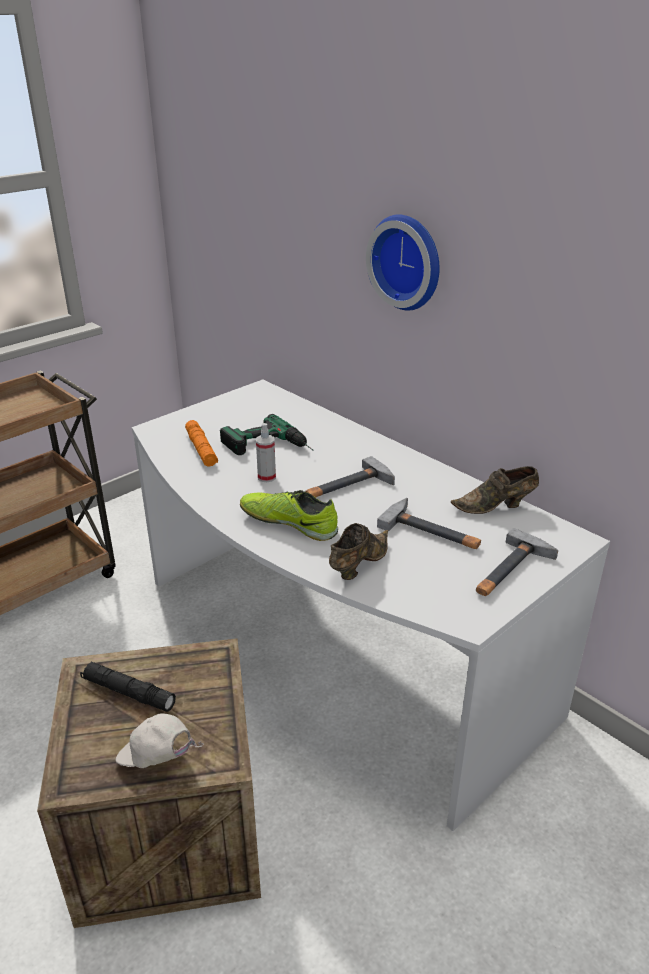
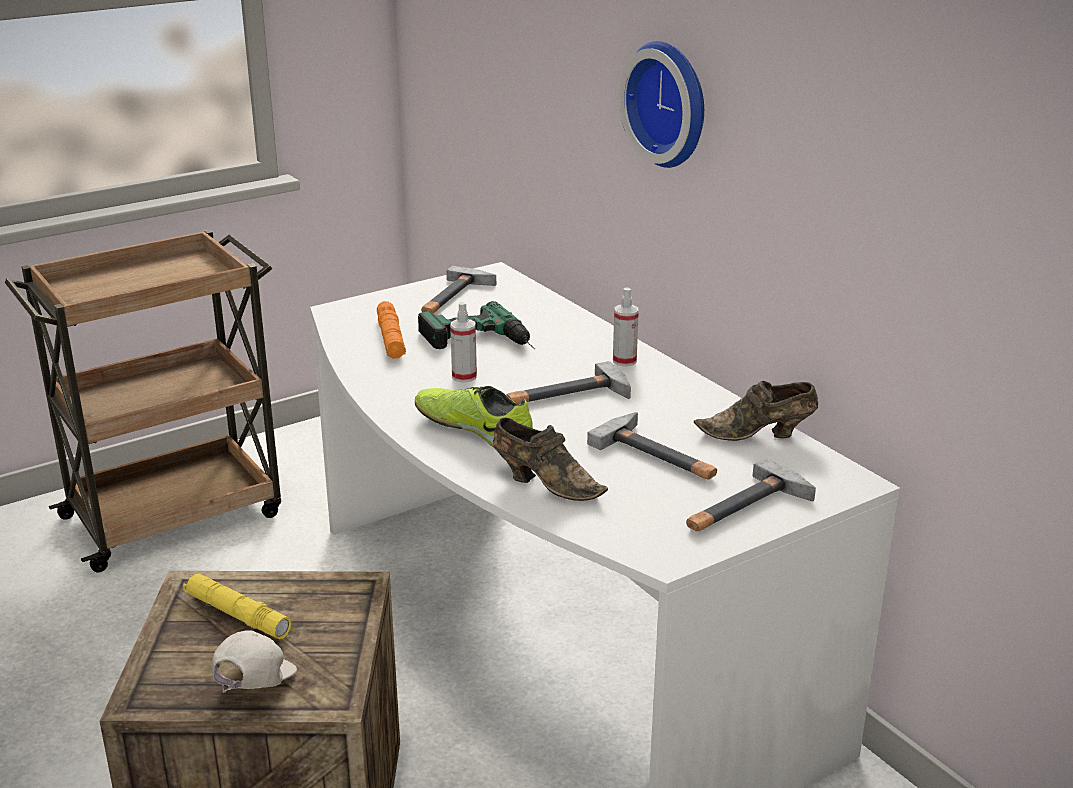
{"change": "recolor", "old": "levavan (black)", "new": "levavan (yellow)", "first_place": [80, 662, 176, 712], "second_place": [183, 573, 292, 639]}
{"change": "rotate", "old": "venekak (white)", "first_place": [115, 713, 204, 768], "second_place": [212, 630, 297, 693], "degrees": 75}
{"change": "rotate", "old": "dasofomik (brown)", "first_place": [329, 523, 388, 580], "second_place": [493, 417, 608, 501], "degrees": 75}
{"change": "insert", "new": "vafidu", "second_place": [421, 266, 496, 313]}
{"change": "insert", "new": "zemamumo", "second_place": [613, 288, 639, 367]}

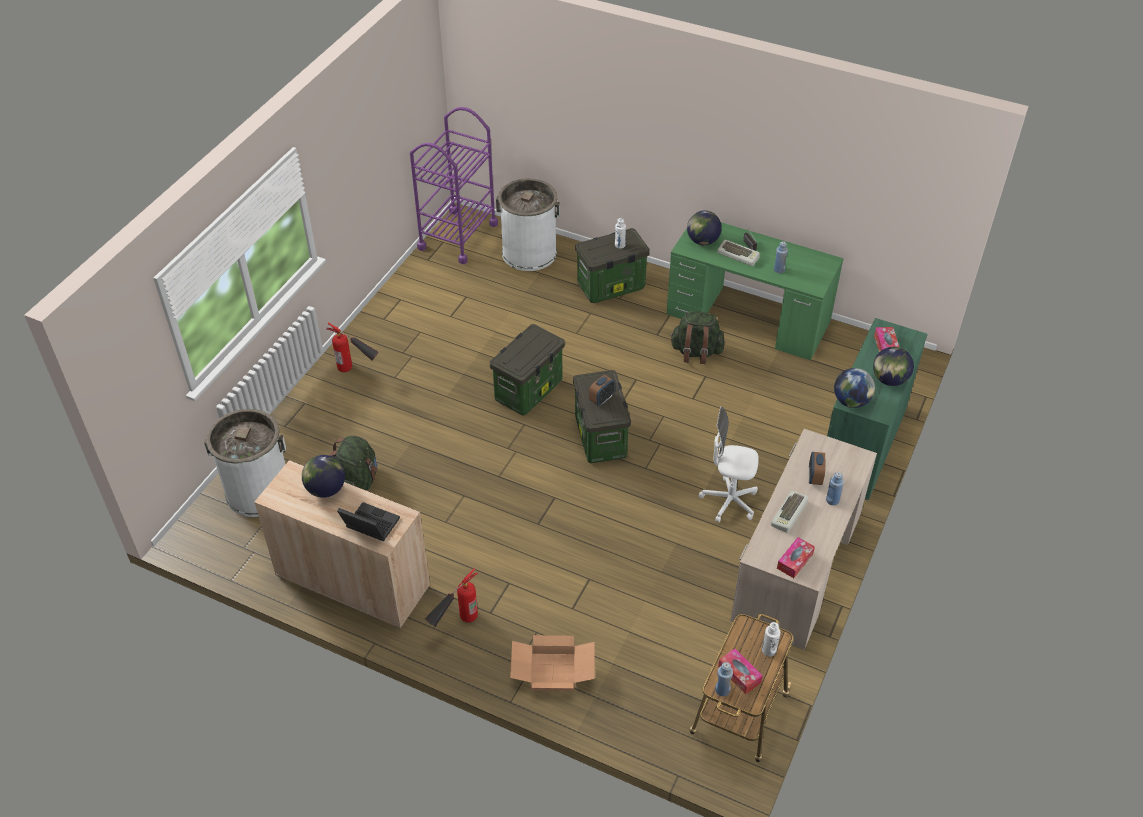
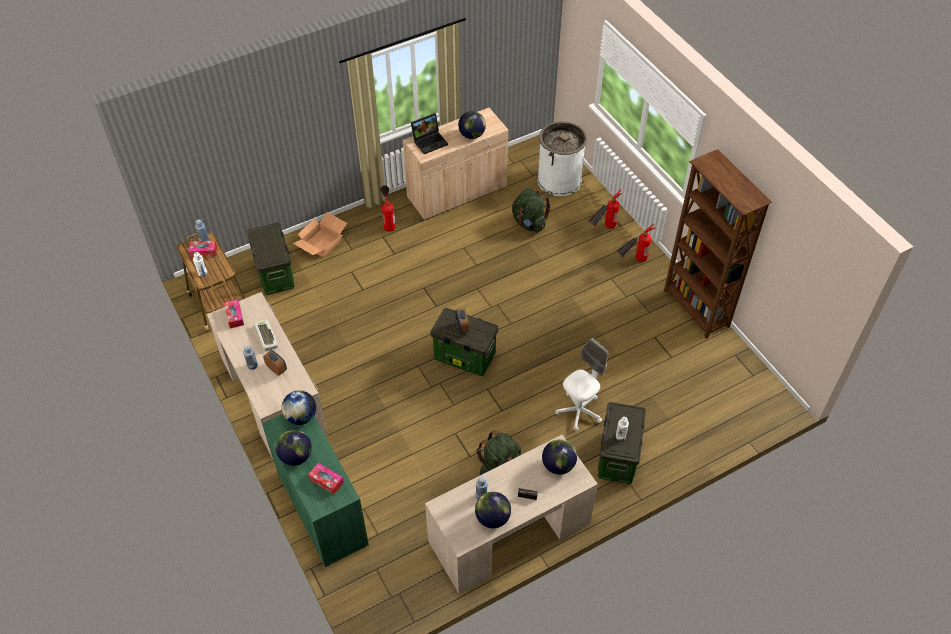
{"change": "delete", "old": "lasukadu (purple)", "first_place": [410, 107, 498, 264]}
{"change": "move", "old": "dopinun", "first_place": [490, 324, 565, 416], "second_place": [247, 223, 295, 295]}
{"change": "delete", "old": "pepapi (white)", "first_place": [496, 178, 560, 271]}
{"change": "recolor", "old": "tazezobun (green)", "new": "tazezobun (beige)", "first_place": [667, 223, 844, 360], "second_place": [425, 435, 598, 594]}
{"change": "move", "old": "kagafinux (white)", "first_place": [699, 407, 759, 522], "second_place": [555, 338, 608, 431]}
{"change": "delete", "old": "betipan", "first_place": [717, 240, 760, 266]}
{"change": "insert", "new": "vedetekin", "second_place": [475, 492, 511, 528]}
{"change": "insert", "new": "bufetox", "second_place": [588, 189, 621, 229]}
{"change": "insert", "new": "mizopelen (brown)", "second_place": [664, 149, 772, 339]}

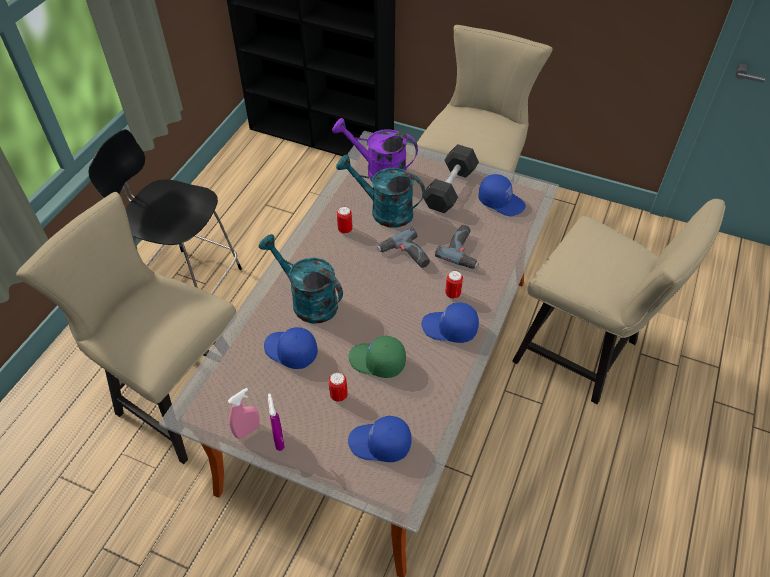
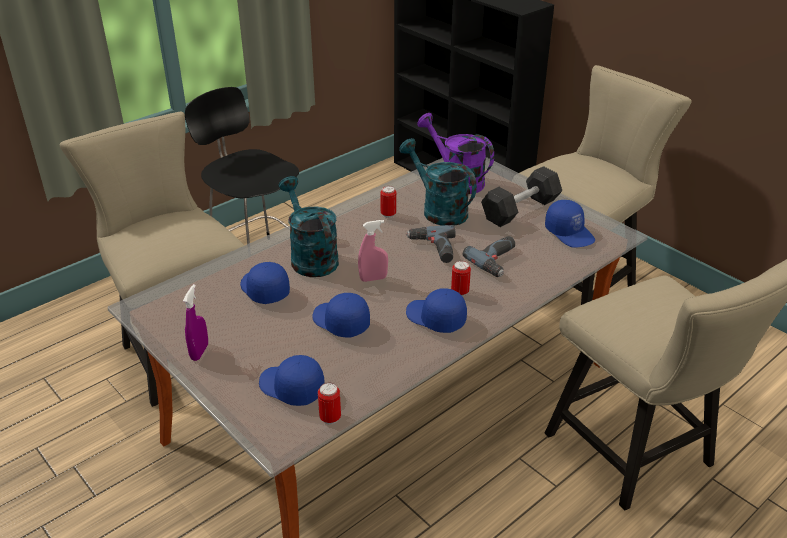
{"change": "move", "old": "zemamumo (pink)", "first_place": [228, 388, 260, 439], "second_place": [358, 220, 388, 282]}
{"change": "move", "old": "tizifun", "first_place": [329, 372, 348, 402], "second_place": [318, 383, 341, 425]}
{"change": "recolor", "old": "venekak (green)", "new": "venekak (blue)", "first_place": [349, 336, 406, 378], "second_place": [312, 293, 370, 338]}

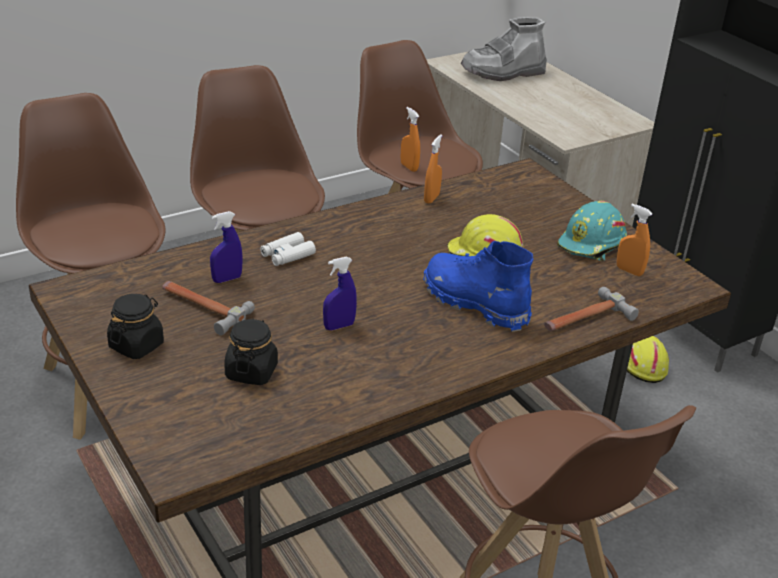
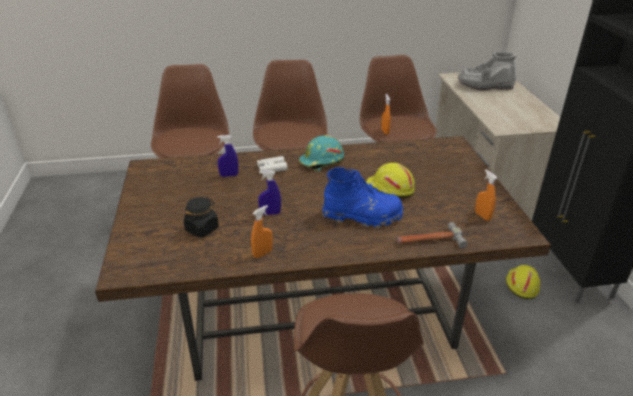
{"change": "delete", "old": "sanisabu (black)", "first_place": [107, 294, 164, 359]}
{"change": "delete", "old": "vafidu", "first_place": [162, 281, 255, 336]}
{"change": "rotate", "old": "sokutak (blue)", "first_place": [423, 241, 534, 332], "second_place": [322, 167, 403, 228], "degrees": 120}
{"change": "move", "old": "zemamumo (orange)", "first_place": [424, 134, 442, 204], "second_place": [251, 205, 273, 258]}
{"change": "move", "old": "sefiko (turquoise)", "first_place": [557, 201, 627, 261], "second_place": [299, 135, 344, 171]}

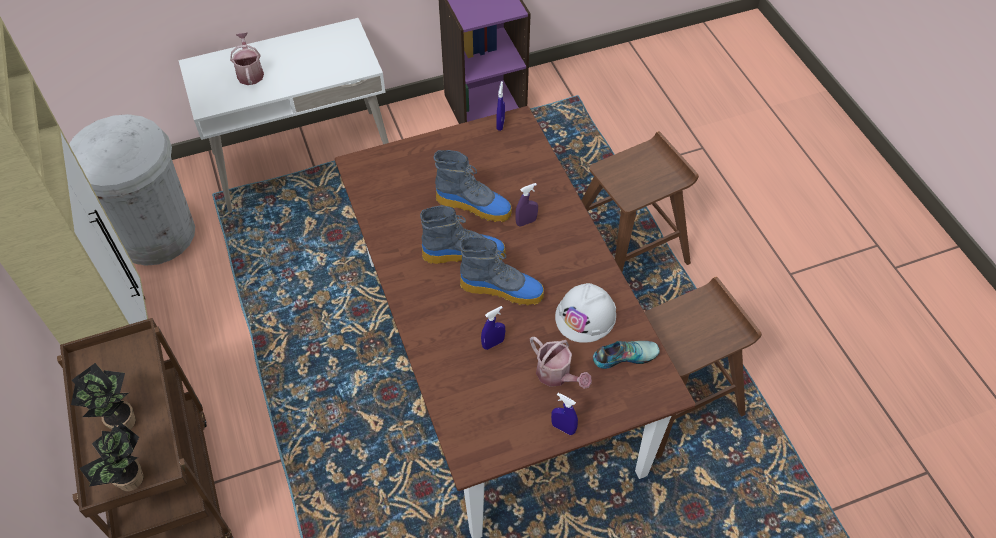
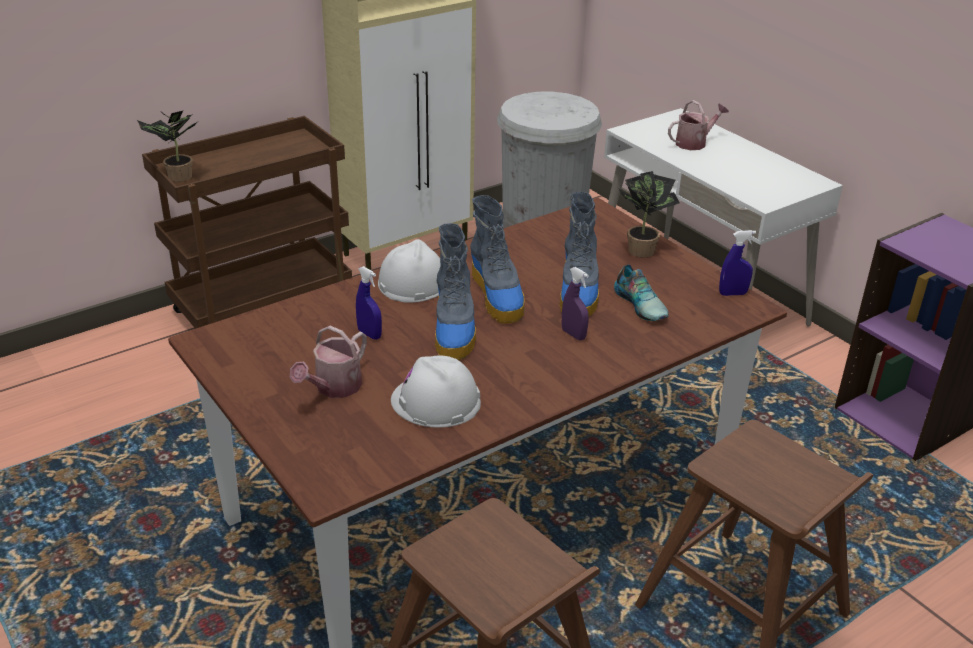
{"change": "move", "old": "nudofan", "first_place": [71, 363, 136, 430], "second_place": [618, 171, 680, 258]}
{"change": "delete", "old": "zemamumo (blue)", "first_place": [551, 393, 578, 435]}
{"change": "move", "old": "dasofomik", "first_place": [593, 341, 660, 369], "second_place": [614, 265, 668, 321]}
{"change": "insert", "new": "sefiko (white)", "second_place": [378, 239, 440, 303]}

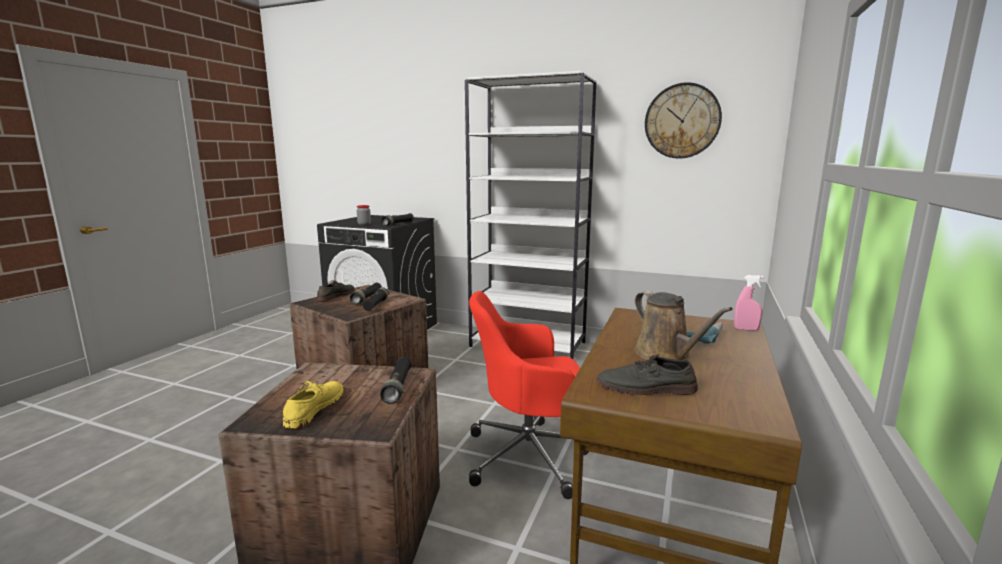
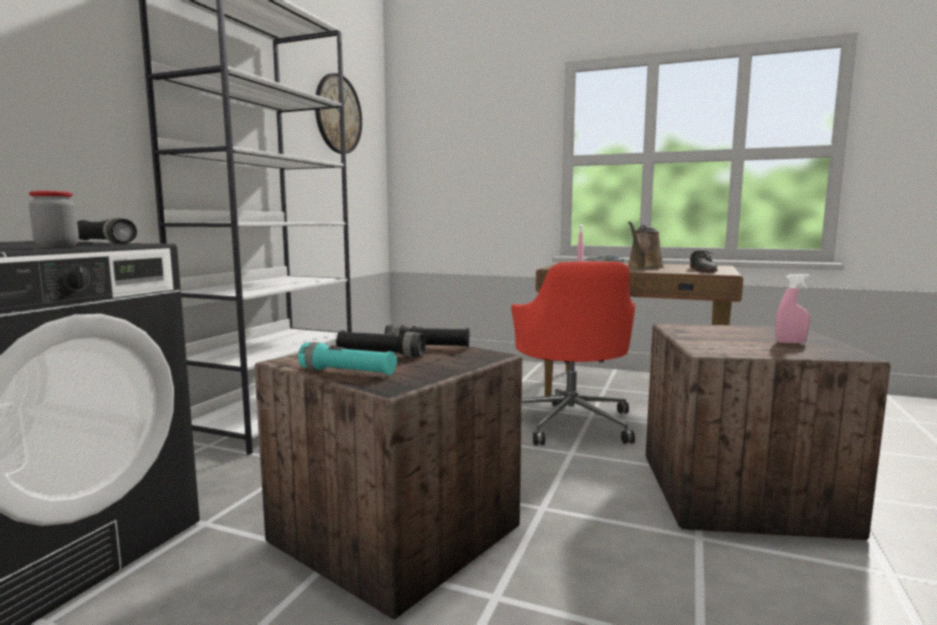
{"change": "replace", "old": "dasofomik (yellow)", "new": "zemamumo (pink)", "first_place": [283, 381, 344, 430], "second_place": [775, 274, 810, 344]}
{"change": "replace", "old": "dasofomik (grey)", "new": "levavan (turquoise)", "first_place": [317, 280, 355, 302], "second_place": [298, 342, 397, 375]}
{"change": "delete", "old": "levavan (black)", "first_place": [380, 357, 412, 404]}
{"change": "rotate", "old": "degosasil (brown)", "first_place": [634, 291, 733, 360], "second_place": [628, 221, 664, 269], "degrees": 150}

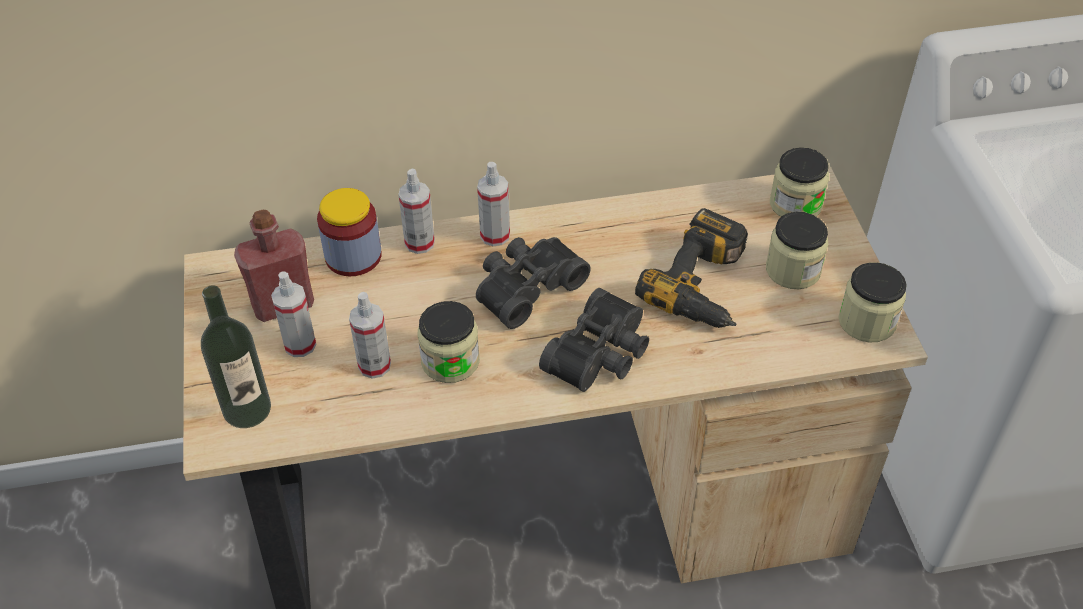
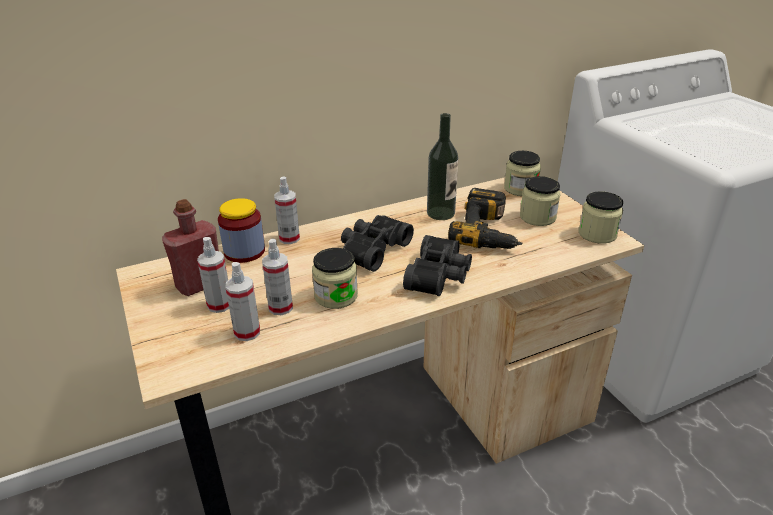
{"change": "move", "old": "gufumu", "first_place": [201, 285, 271, 428], "second_place": [427, 113, 459, 220]}
{"change": "move", "old": "zemamumo", "first_place": [477, 162, 510, 246], "second_place": [225, 262, 260, 341]}

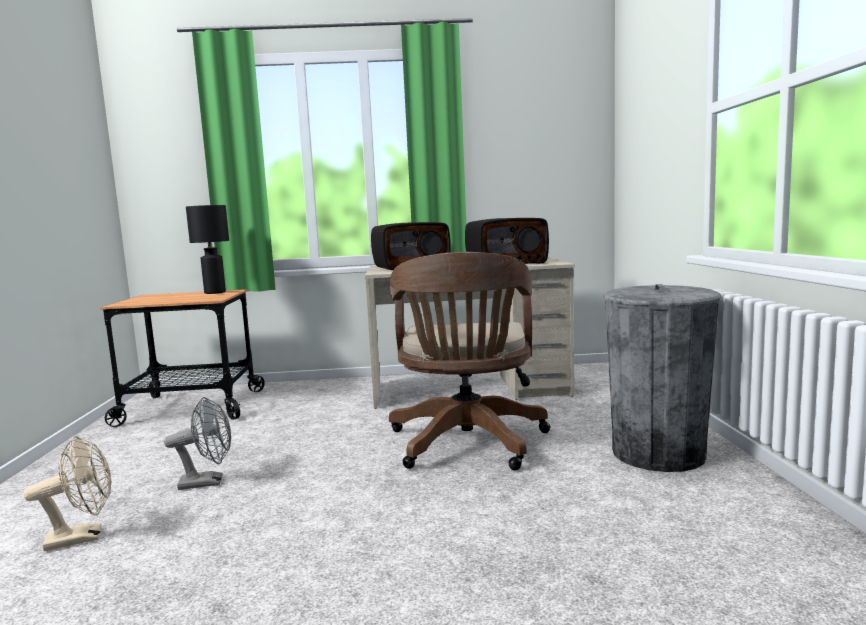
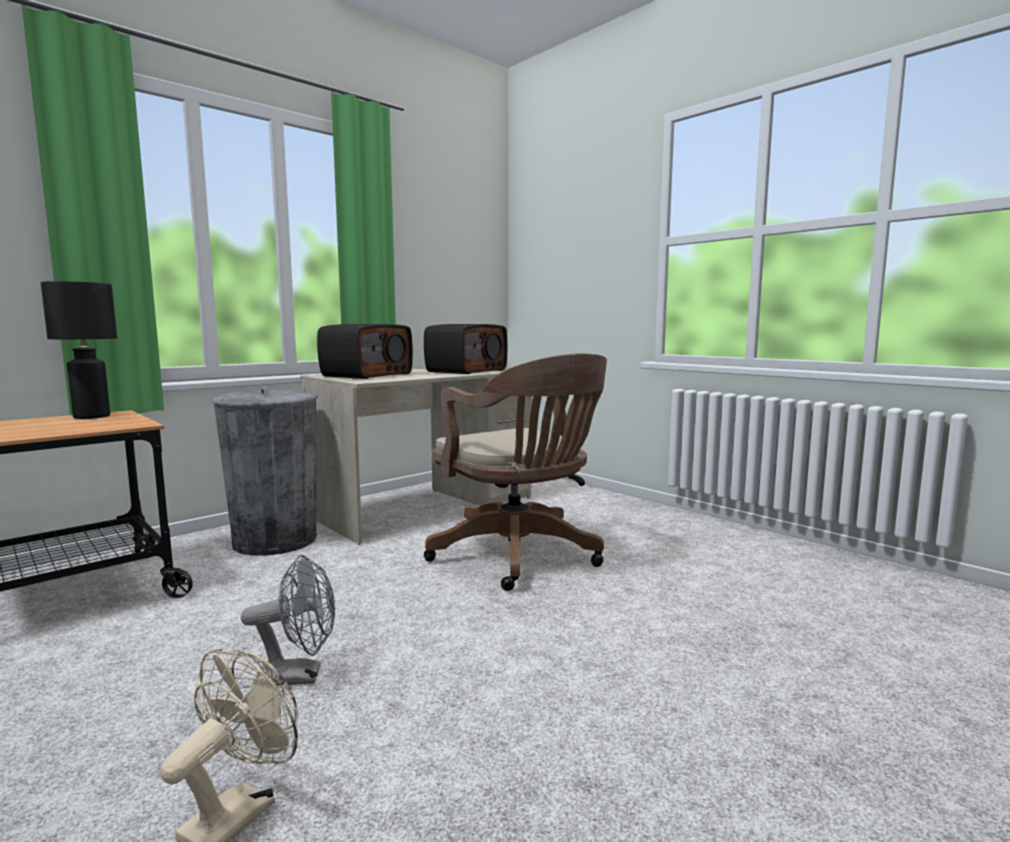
{"change": "rotate", "old": "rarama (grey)", "first_place": [164, 397, 231, 490], "second_place": [241, 555, 335, 686], "degrees": 45}
{"change": "move", "old": "pepapi (grey)", "first_place": [603, 284, 722, 472], "second_place": [212, 388, 318, 556]}

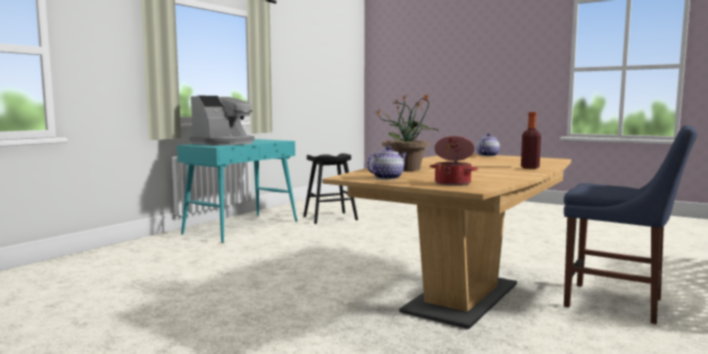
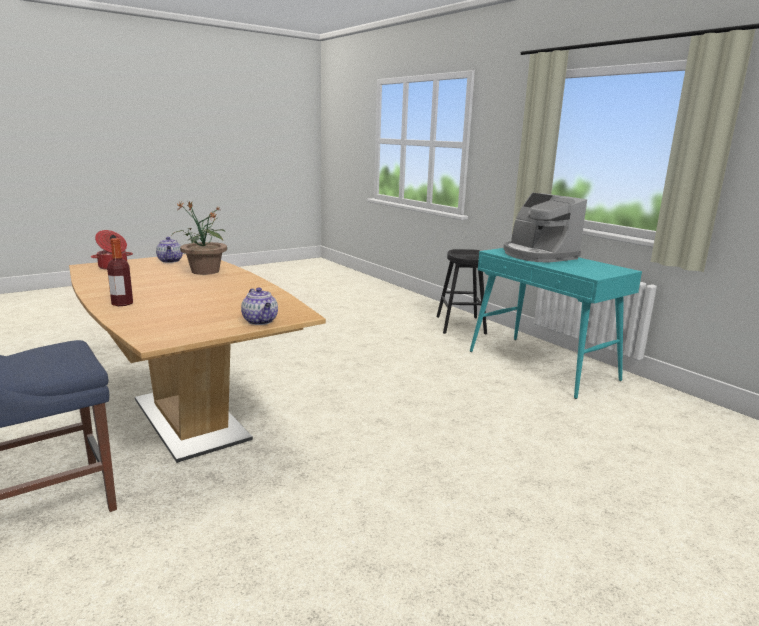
{"change": "move", "old": "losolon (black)", "first_place": [304, 153, 358, 224], "second_place": [436, 249, 487, 334]}

